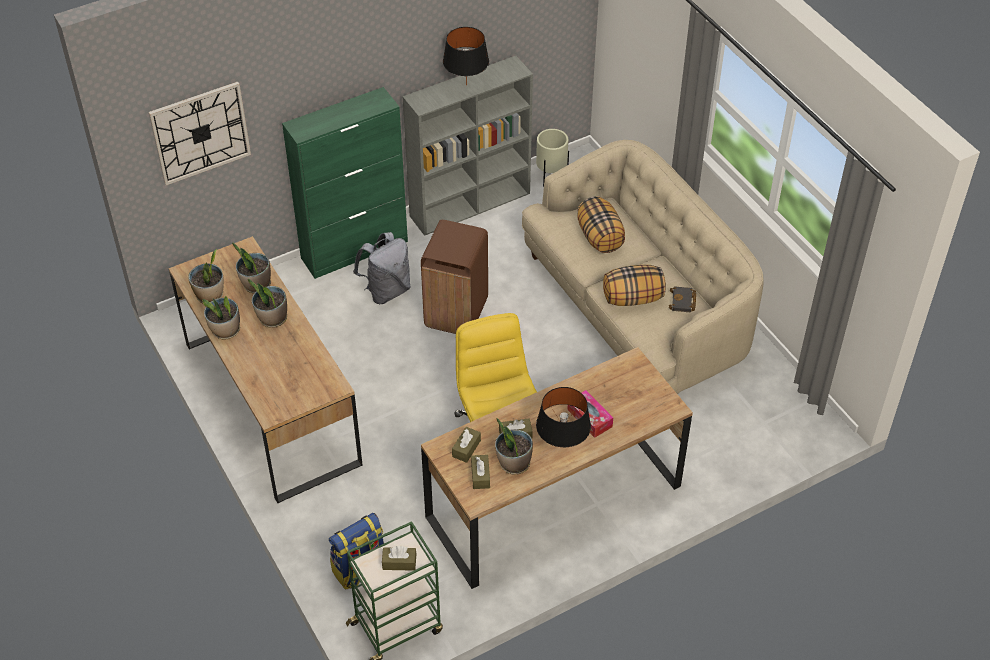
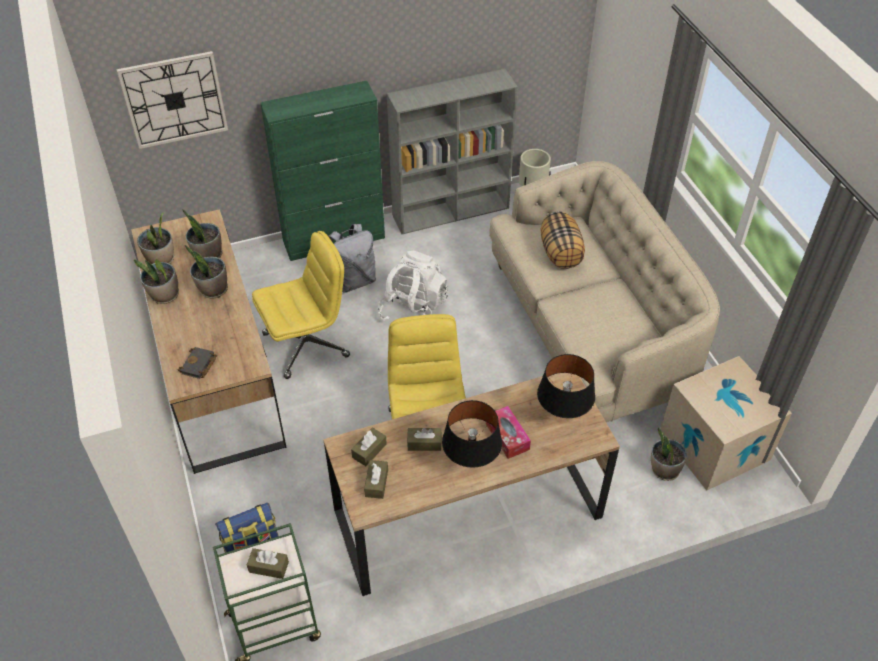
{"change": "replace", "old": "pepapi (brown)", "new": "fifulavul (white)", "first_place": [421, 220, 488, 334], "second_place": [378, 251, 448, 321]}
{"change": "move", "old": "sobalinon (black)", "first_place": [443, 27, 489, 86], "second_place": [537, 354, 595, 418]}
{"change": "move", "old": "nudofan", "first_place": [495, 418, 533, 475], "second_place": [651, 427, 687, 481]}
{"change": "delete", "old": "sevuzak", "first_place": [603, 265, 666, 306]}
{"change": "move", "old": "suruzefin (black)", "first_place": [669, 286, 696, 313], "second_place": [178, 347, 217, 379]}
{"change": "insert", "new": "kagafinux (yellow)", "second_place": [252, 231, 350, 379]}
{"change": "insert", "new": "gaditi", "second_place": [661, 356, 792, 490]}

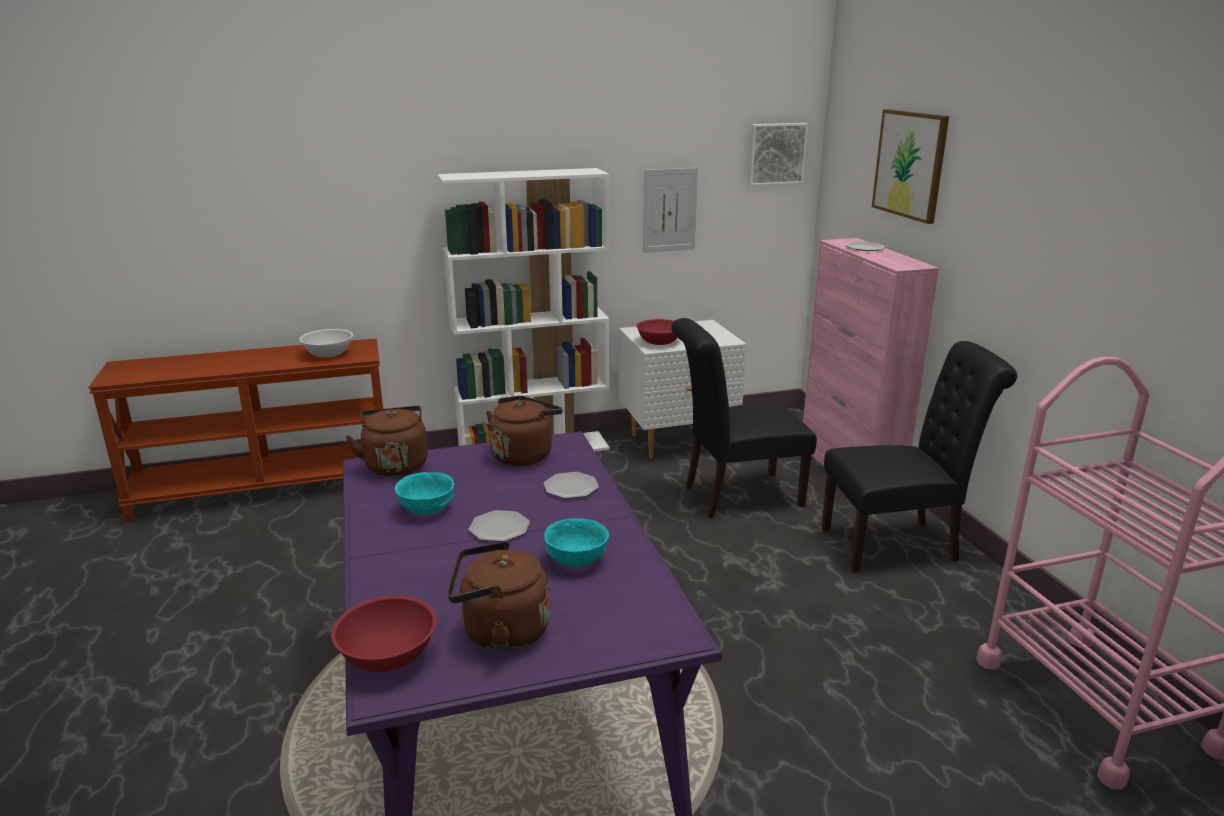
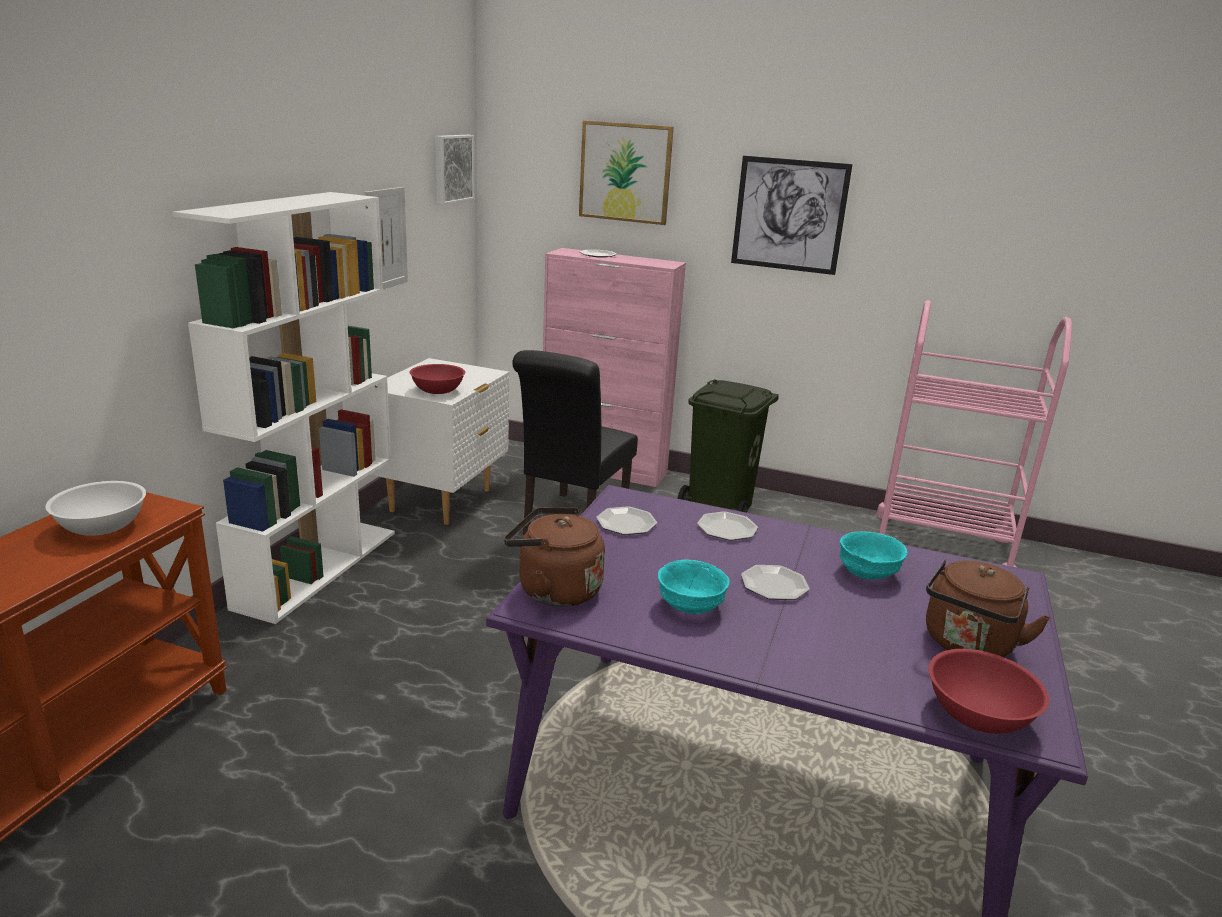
{"change": "replace", "old": "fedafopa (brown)", "new": "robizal", "first_place": [486, 396, 563, 466], "second_place": [596, 506, 657, 535]}
{"change": "replace", "old": "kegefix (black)", "new": "pepapi (green)", "first_place": [822, 341, 1017, 572], "second_place": [677, 379, 779, 513]}
{"change": "insert", "new": "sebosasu", "second_place": [731, 156, 853, 275]}

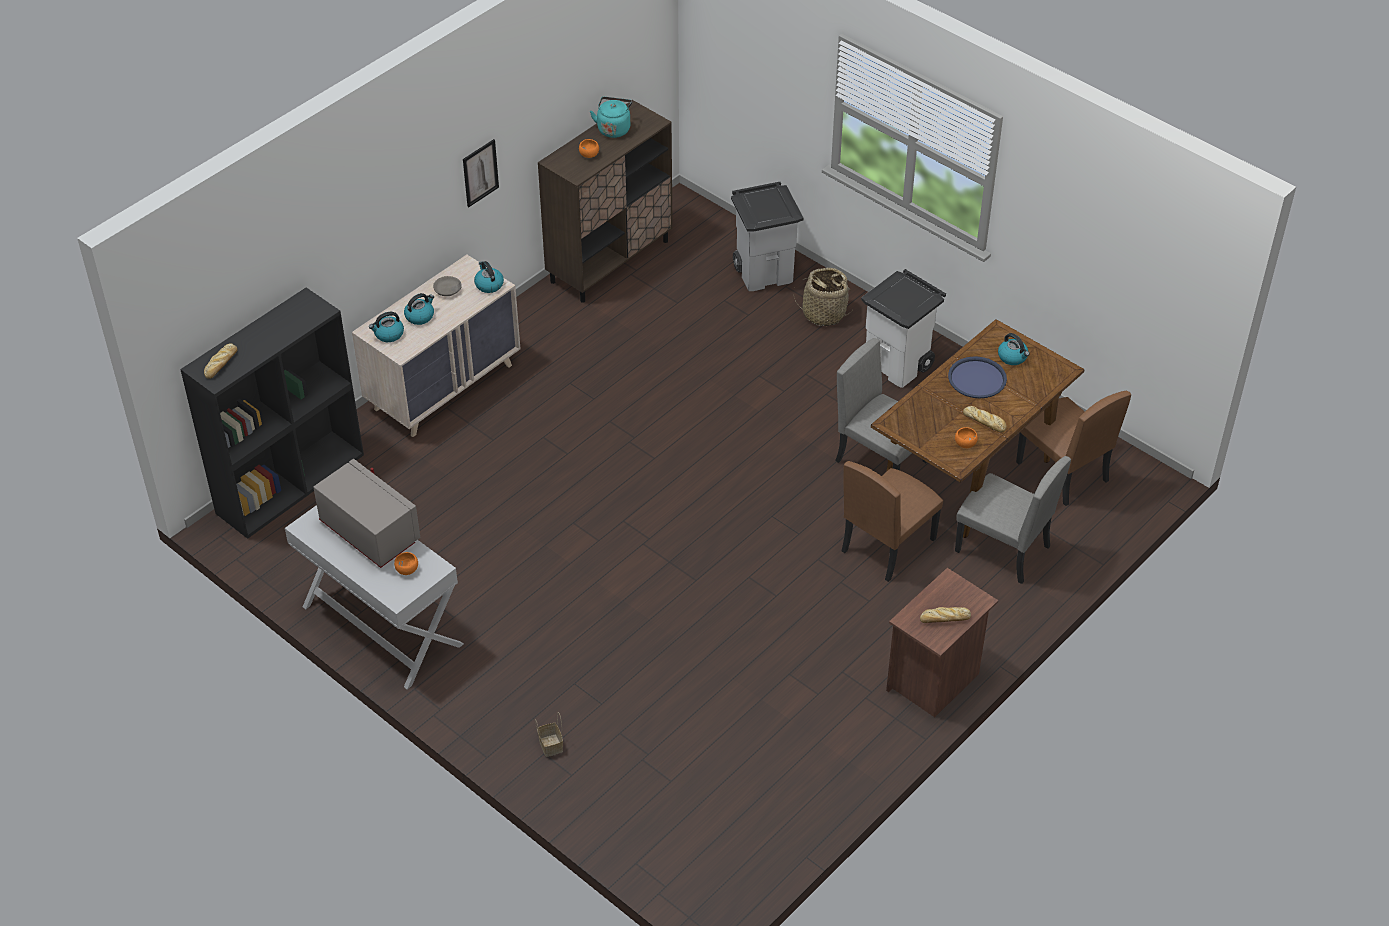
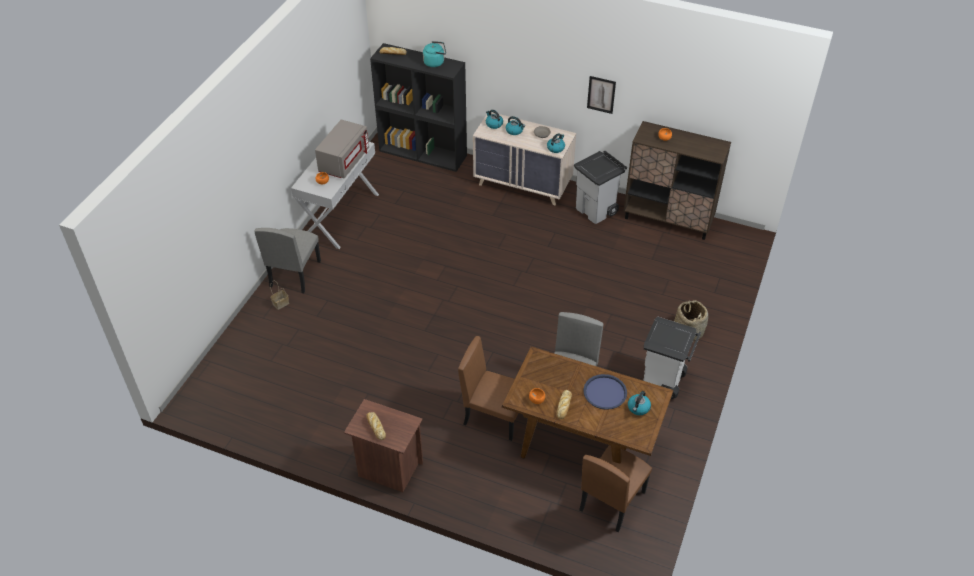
{"change": "move", "old": "fedafopa (turquoise)", "first_place": [590, 97, 632, 138], "second_place": [423, 41, 446, 67]}
{"change": "move", "old": "pepapi (grey)", "first_place": [731, 182, 803, 291], "second_place": [574, 151, 627, 224]}
{"change": "move", "old": "kegefix (grey)", "first_place": [955, 456, 1071, 584], "second_place": [254, 228, 321, 293]}

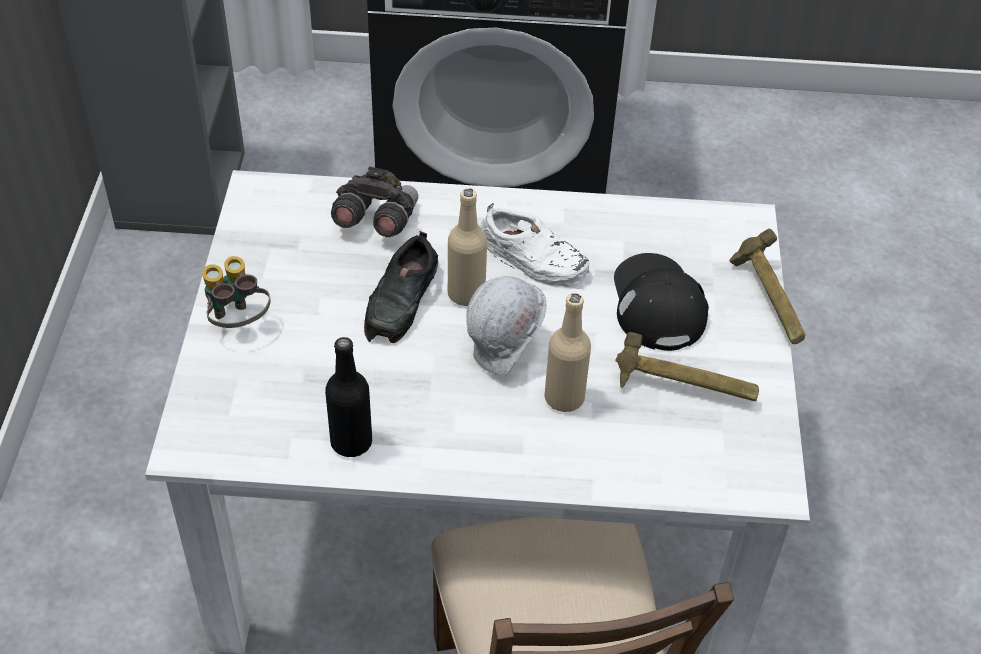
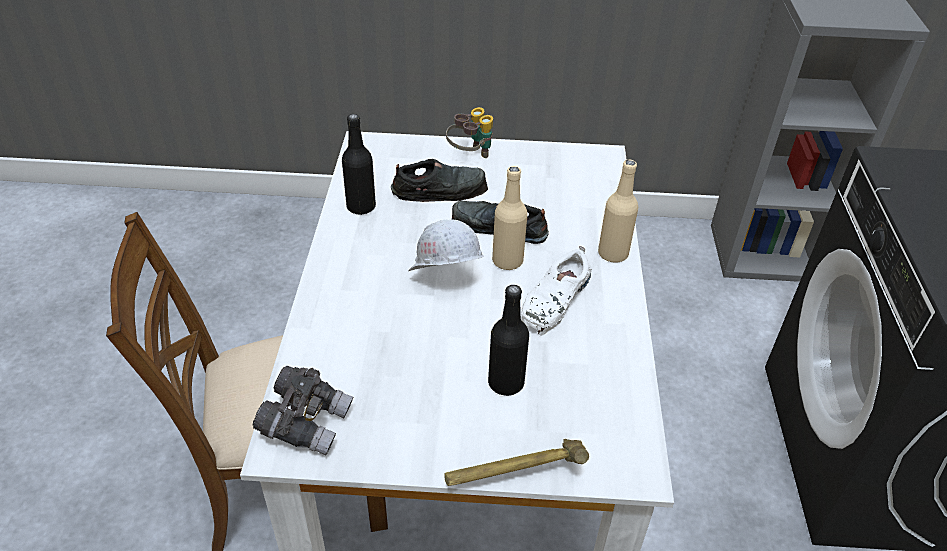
{"change": "move", "old": "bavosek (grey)", "first_place": [331, 166, 418, 237], "second_place": [253, 366, 353, 455]}
{"change": "move", "old": "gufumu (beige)", "first_place": [544, 293, 591, 412], "second_place": [598, 160, 638, 263]}
{"change": "replace", "old": "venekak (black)", "new": "gufumu (black)", "first_place": [614, 253, 709, 351], "second_place": [488, 285, 529, 396]}
{"change": "delete", "old": "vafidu", "first_place": [615, 332, 759, 401]}
{"change": "insert", "new": "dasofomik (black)", "second_place": [391, 159, 488, 202]}

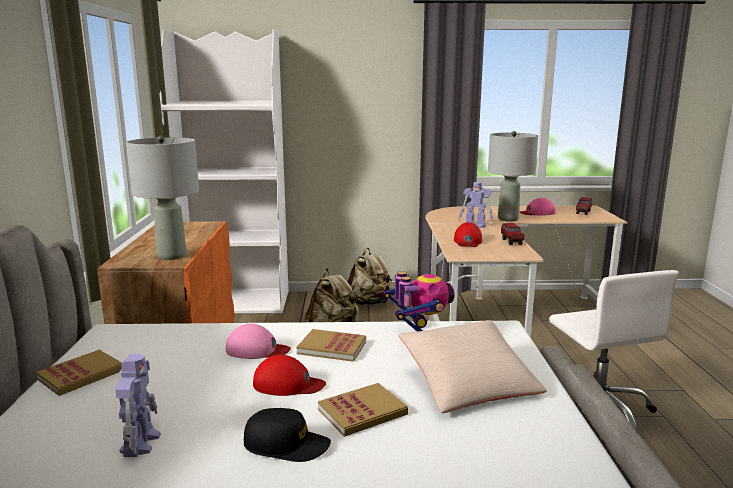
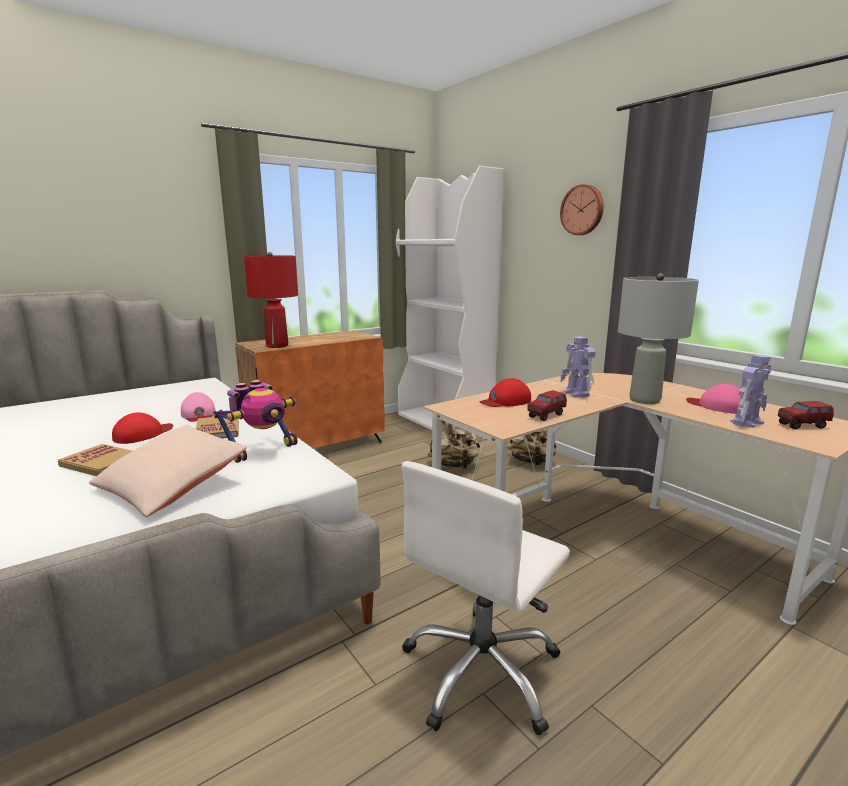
{"change": "delete", "old": "suruzefin", "first_place": [36, 350, 122, 396]}
{"change": "move", "old": "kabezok", "first_place": [115, 354, 161, 457], "second_place": [730, 354, 771, 428]}
{"change": "recolor", "old": "sobalinon (grey)", "new": "sobalinon (red)", "first_place": [126, 135, 199, 260], "second_place": [244, 252, 298, 348]}
{"change": "delete", "old": "venekak (black)", "first_place": [244, 408, 331, 462]}
{"change": "rotate", "old": "venekak (red)", "first_place": [253, 355, 326, 396], "second_place": [112, 412, 173, 444], "degrees": -120}
{"change": "insert", "new": "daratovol", "second_place": [560, 184, 604, 235]}

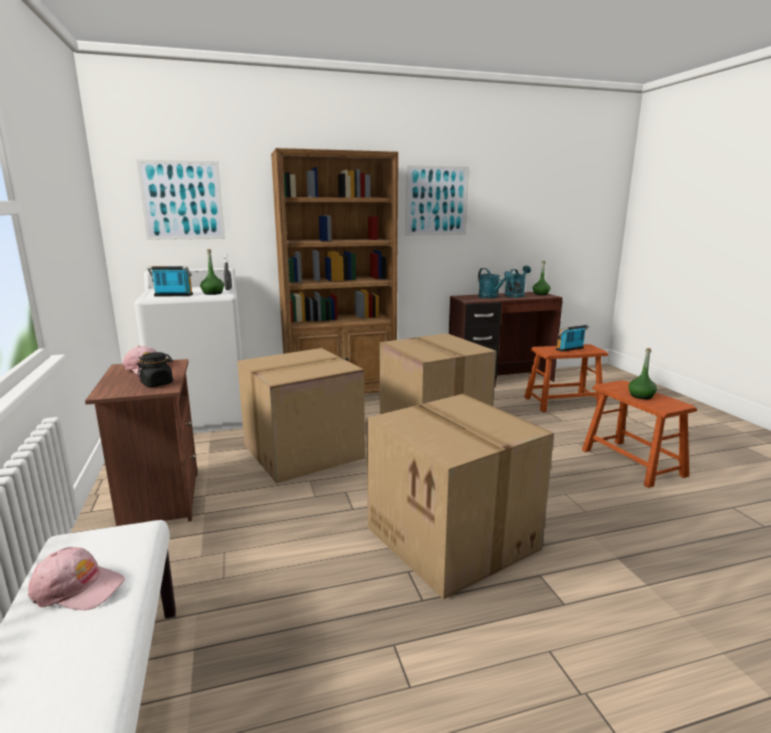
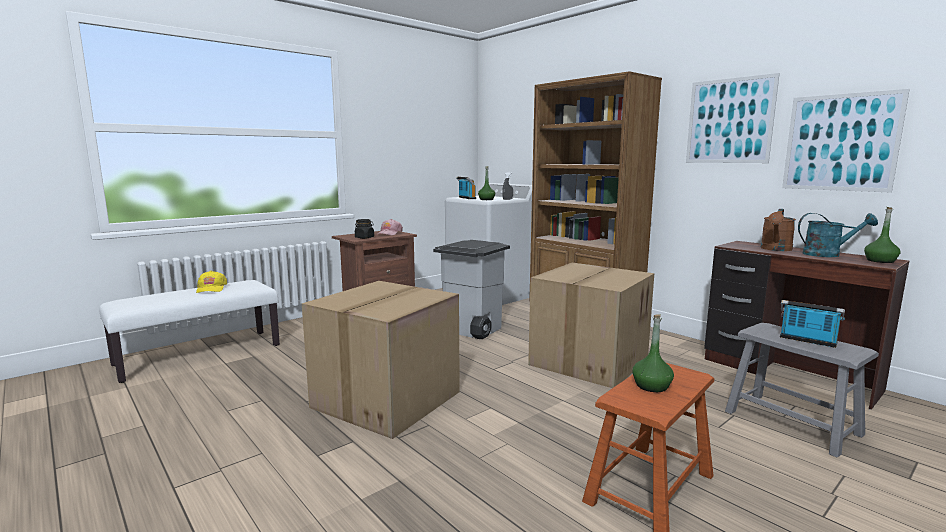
{"change": "recolor", "old": "venekak (pink)", "new": "venekak (yellow)", "first_place": [28, 547, 125, 610], "second_place": [196, 271, 227, 293]}
{"change": "move", "old": "sebosasu", "first_place": [136, 159, 225, 240], "second_place": [782, 89, 910, 193]}
{"change": "replace", "old": "gaditi", "new": "pepapi (grey)", "first_place": [237, 348, 365, 483], "second_place": [433, 240, 510, 339]}
{"change": "recolor", "old": "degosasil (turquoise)", "new": "degosasil (brown)", "first_place": [478, 268, 512, 299], "second_place": [760, 209, 796, 251]}
{"change": "recolor", "old": "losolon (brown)", "new": "losolon (grey)", "first_place": [524, 344, 608, 412], "second_place": [725, 323, 879, 457]}

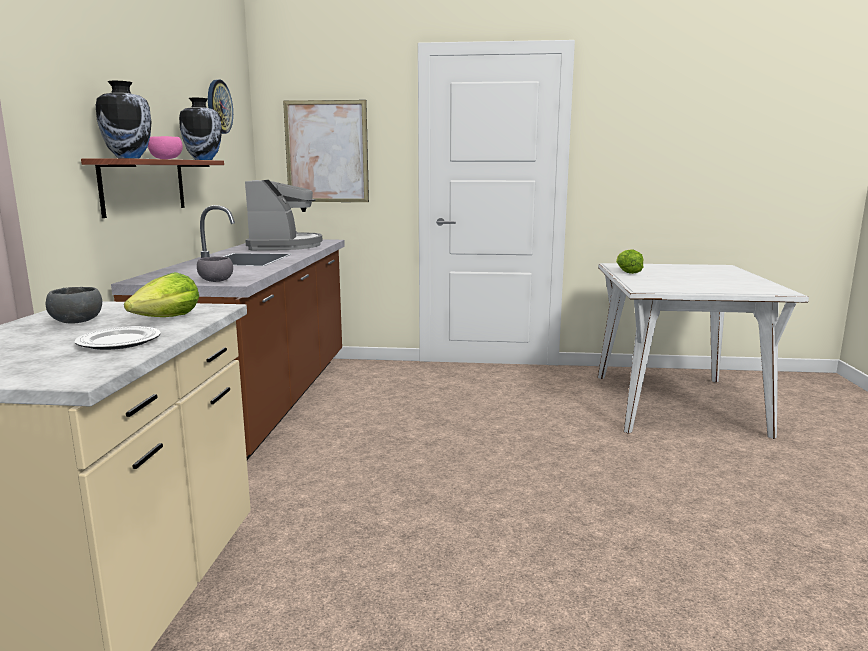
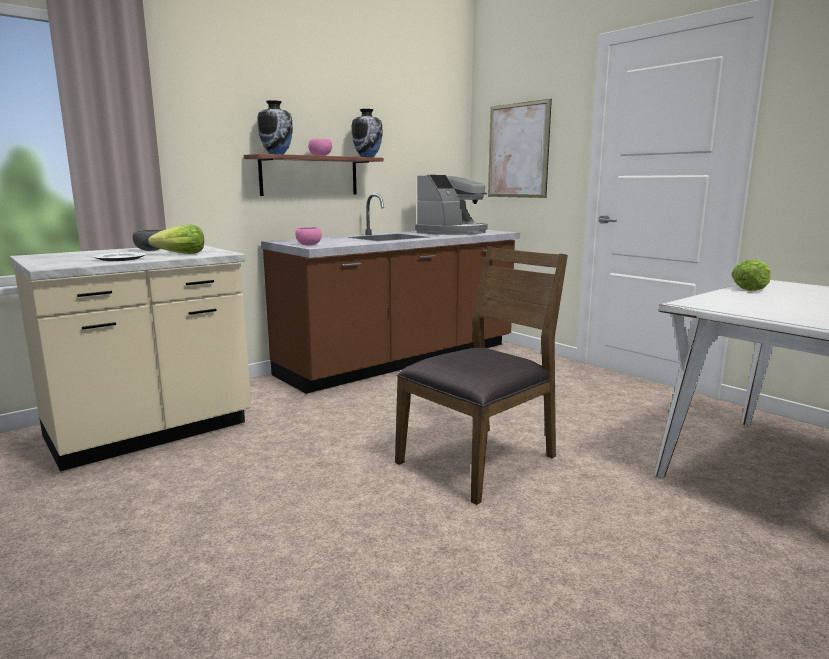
{"change": "recolor", "old": "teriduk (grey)", "new": "teriduk (pink)", "first_place": [197, 256, 233, 282], "second_place": [295, 227, 322, 246]}
{"change": "delete", "old": "daratovol", "first_place": [208, 79, 233, 134]}
{"change": "insert", "new": "kegefix (brown)", "second_place": [395, 246, 568, 505]}

